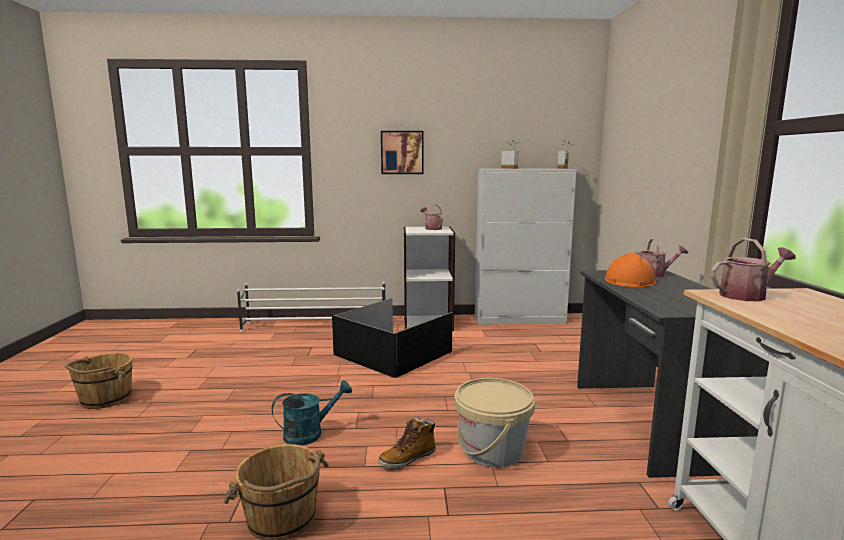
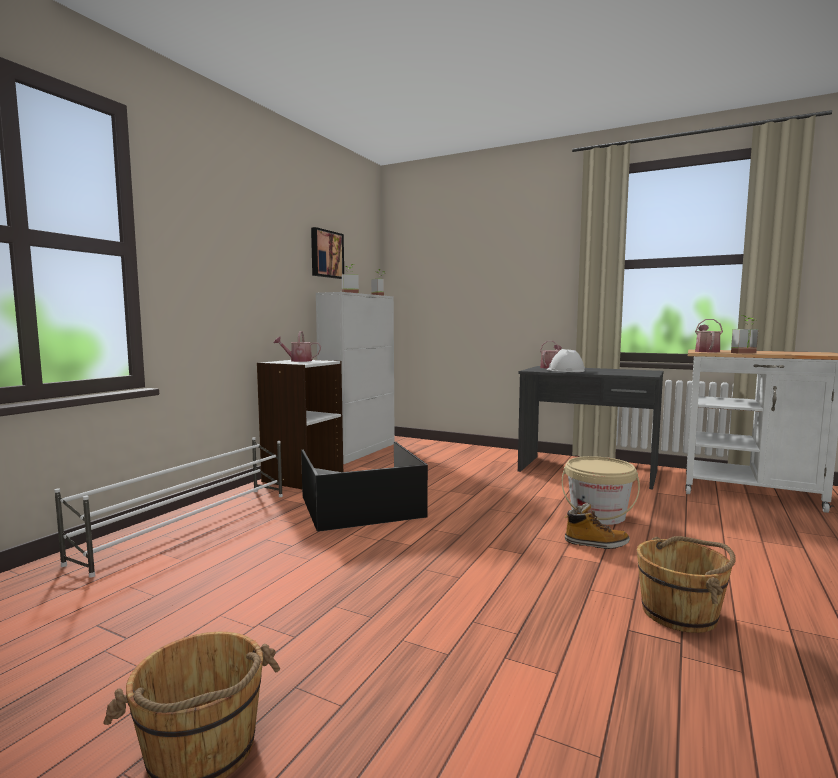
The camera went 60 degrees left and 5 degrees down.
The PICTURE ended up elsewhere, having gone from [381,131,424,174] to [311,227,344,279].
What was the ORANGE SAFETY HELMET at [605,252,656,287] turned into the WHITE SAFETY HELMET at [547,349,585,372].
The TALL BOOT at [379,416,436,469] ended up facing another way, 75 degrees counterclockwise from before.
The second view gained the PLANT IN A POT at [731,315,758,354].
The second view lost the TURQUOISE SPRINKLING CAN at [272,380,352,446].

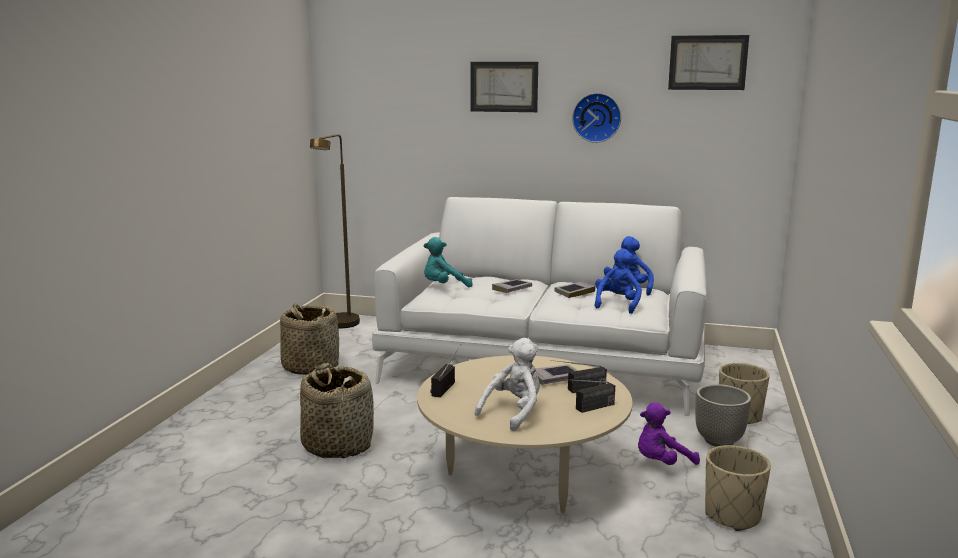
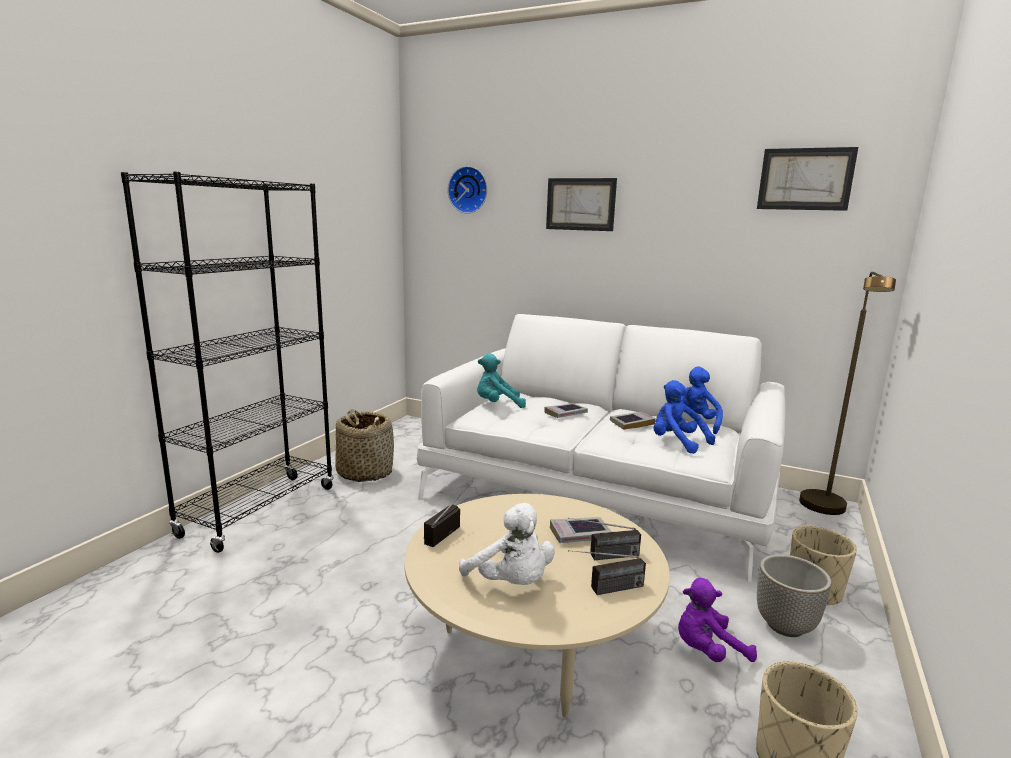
The camera went 10 degrees right and 0 degrees up.
The second view gained the BLACK BOOKSHELF at [121,172,334,553].
The HANGING CLOCK ended up elsewhere, having gone from [572,93,621,143] to [448,166,487,214].
The WHITE SOFT TOY at [475,338,540,431] ended up facing another way, 90 degrees clockwise from before.
The BLUE-COLOURED SOFT TOY at [594,249,642,314] ended up facing another way, 75 degrees counterclockwise from before.
The BROWNISH STANDING LAMP ended up elsewhere, having gone from [310,134,360,329] to [799,272,896,515].
The second view lost the BASKET at [300,363,374,458].

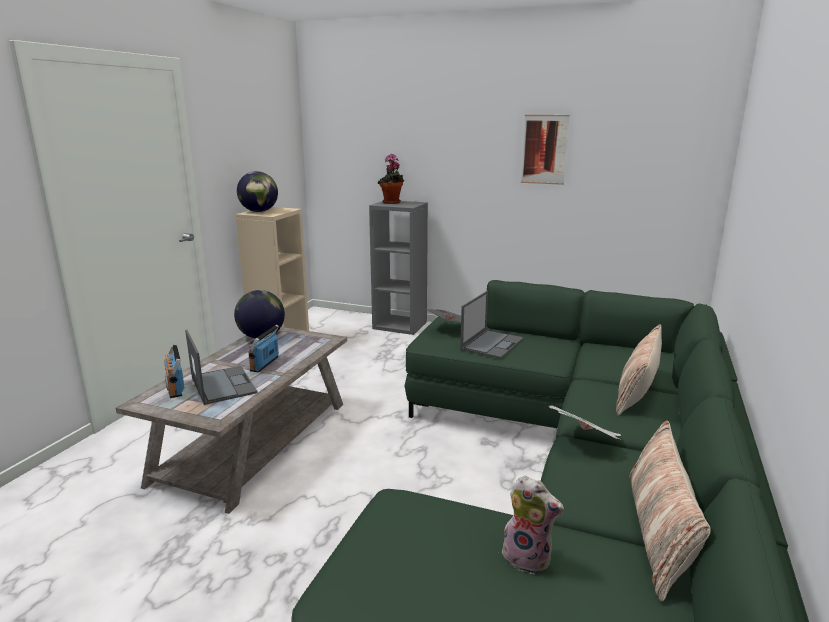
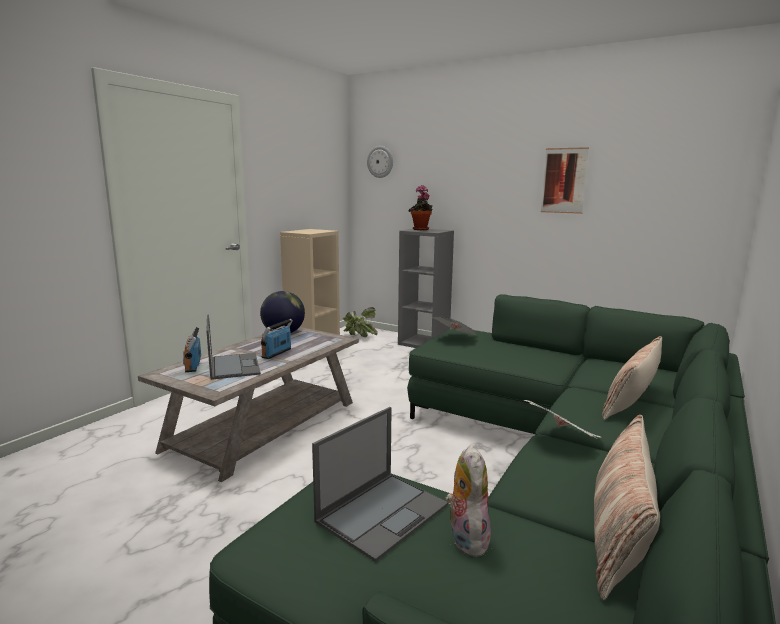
The camera went 10 degrees right and 5 degrees down.
The NOTEBOOK COMPUTER ended up elsewhere, having gone from [460,291,524,359] to [312,407,448,562].
The second view gained the PLANT IN A POT at [343,307,378,337].
The second view gained the HANGING CLOCK at [367,146,393,178].
The SOFT TOY at [502,475,564,575] ended up facing another way, 135 degrees counterclockwise from before.
The second view lost the DESK GLOBE at [237,171,278,212].

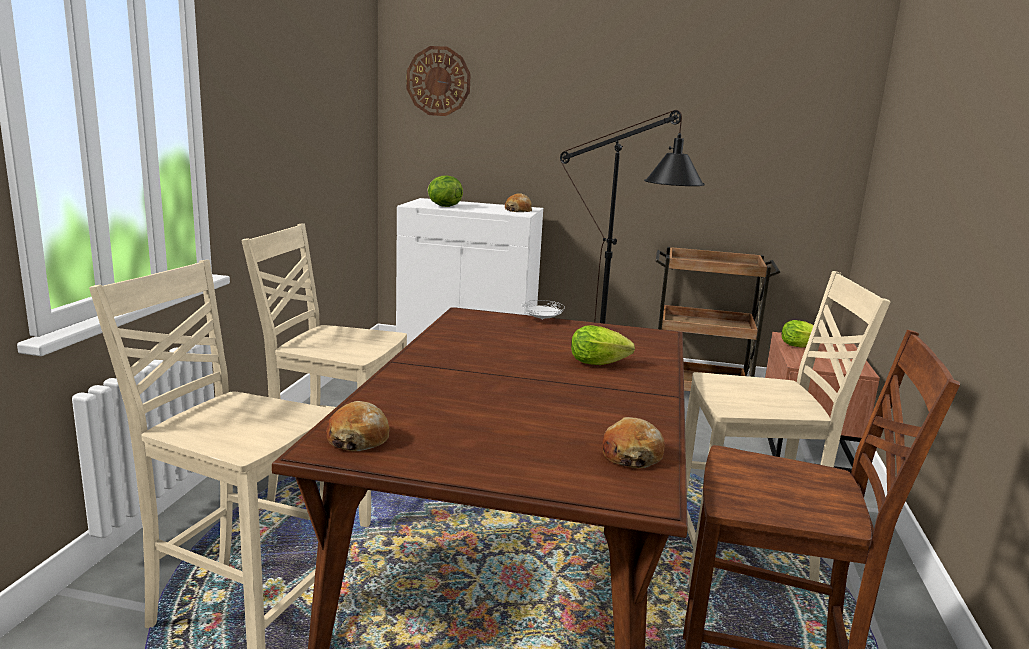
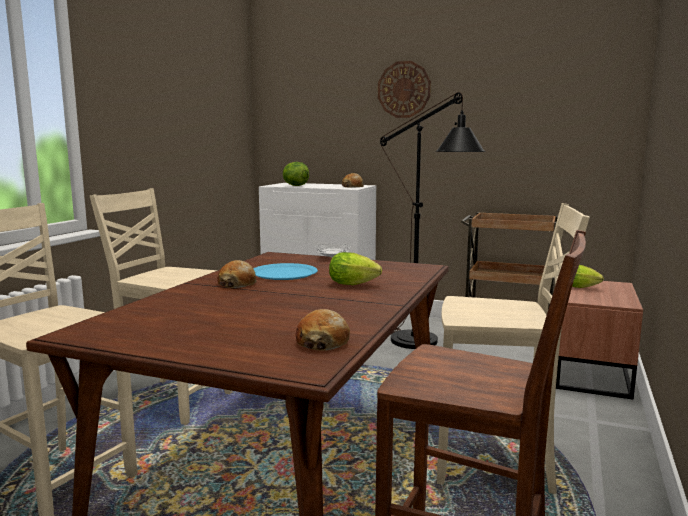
The camera went 10 degrees right and 5 degrees down.
The BREAD ended up elsewhere, having gone from [326,401,389,451] to [217,260,257,288].
The second view gained the BLUE-COLOURED FLAT DISH at [253,263,318,280].
The HANGING CLOCK ended up elsewhere, having gone from [406,46,470,116] to [378,61,431,118].

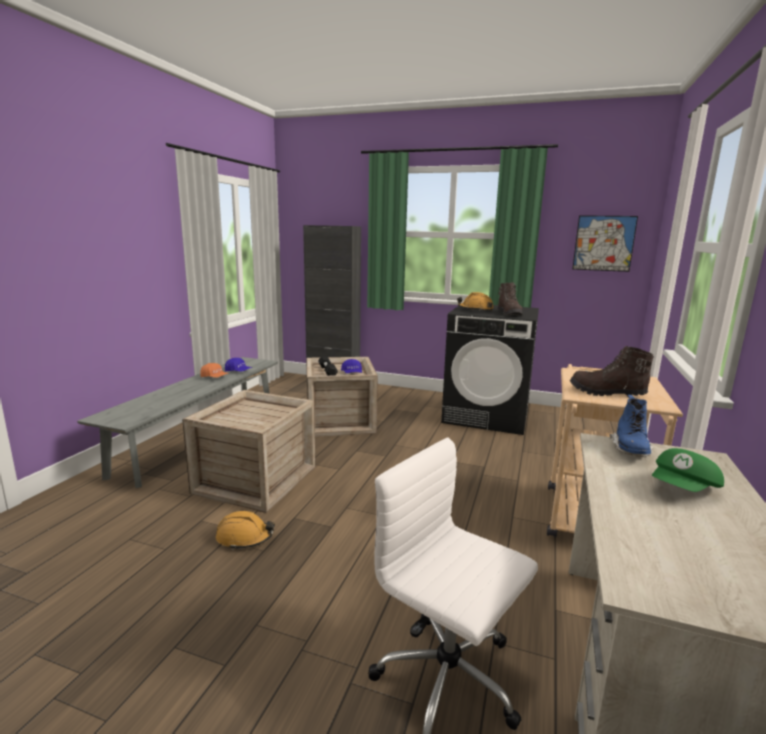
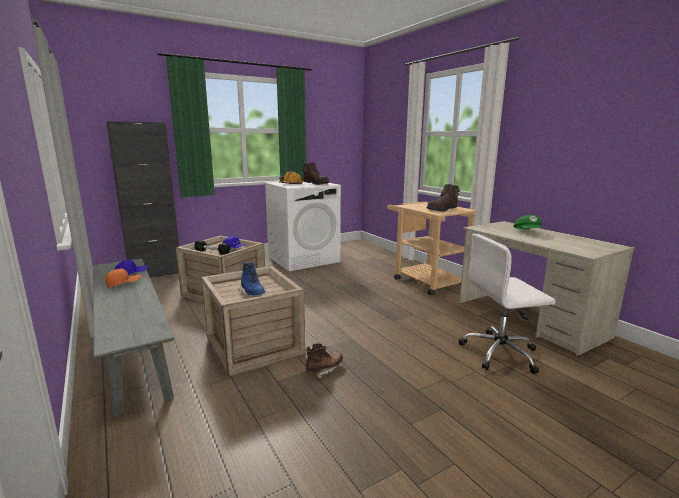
The camera went 50 degrees left and 0 degrees up.
The BLUE-COLOURED TALL BOOT ended up elsewhere, having gone from [609,395,653,457] to [239,262,265,297].
What was the BLACK WASHING MACHINE at [441,305,539,435] turned into the WHITE WASHING MACHINE at [265,181,341,271].
Where the ORANGE SAFETY HELMET stood at [216,511,275,550], the BROWNISH TALL BOOT came to stand at [306,343,343,379].
The second view lost the PICTURE at [572,215,638,272].

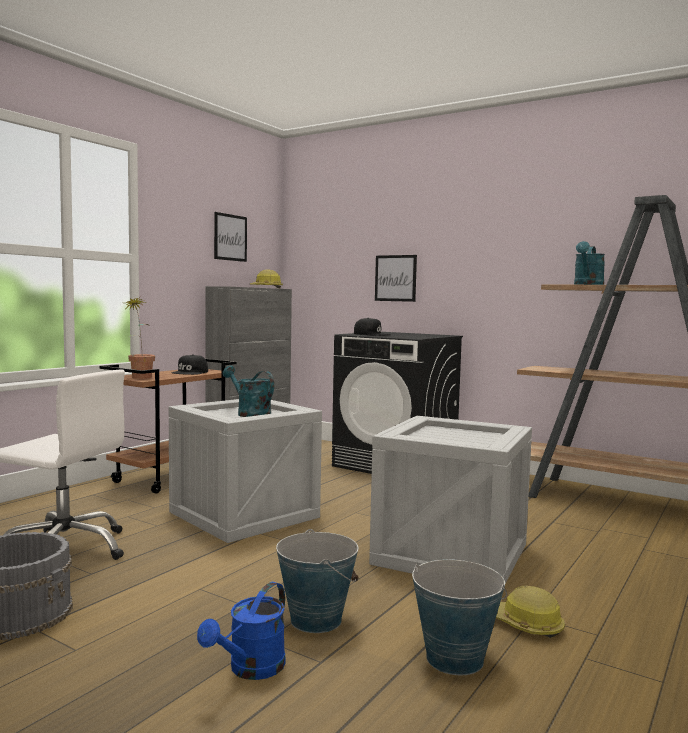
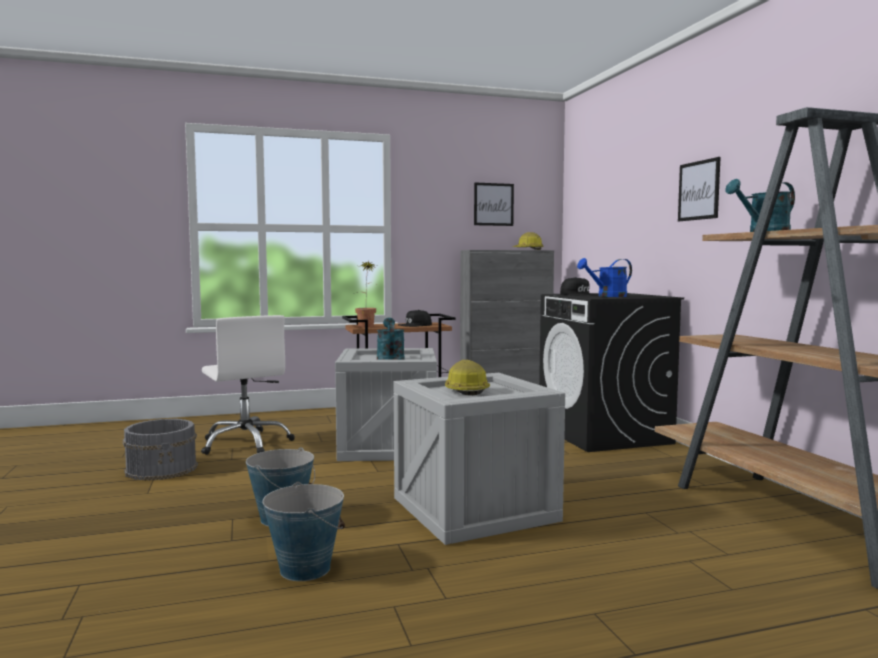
The camera went 40 degrees right and 0 degrees up.
The SAFETY HELMET ended up elsewhere, having gone from [496,586,565,638] to [445,360,490,395].
The BLUE-COLOURED SPRINKLING CAN ended up elsewhere, having gone from [197,582,286,680] to [577,258,632,297].
The PICTURE ended up elsewhere, having gone from [375,255,417,302] to [678,157,721,221].

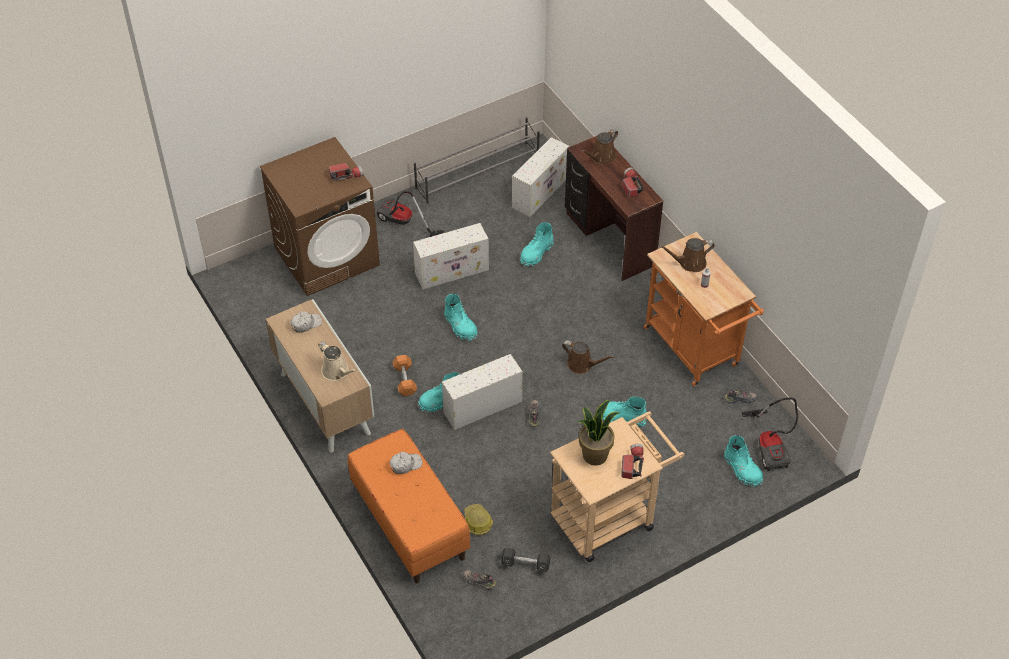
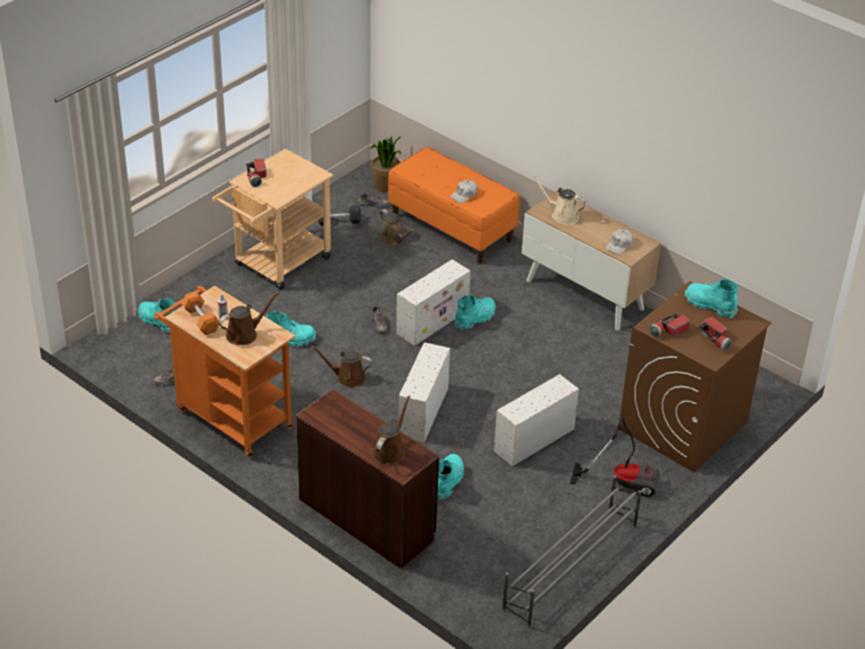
The camera went 160 degrees right and 10 degrees down.
The ORANGE DUMBBELL ended up elsewhere, having gone from [393,355,417,396] to [181,291,219,335].
The PLANT IN A POT ended up elsewhere, having gone from [577,399,620,466] to [370,136,402,192].
Where the SAFETY HELMET stood at [464,504,493,535], the BROWNISH SPRINKLING CAN came to stand at [380,209,415,246].
The WHITE STORAGE BOX ended up elsewhere, having gone from [512,137,569,217] to [398,342,450,443].
The TURQUOISE TALL BOOT ended up elsewhere, having gone from [444,294,477,341] to [685,279,739,319].
The FLASHLIGHT ended up elsewhere, having gone from [622,167,644,197] to [697,317,731,351].
The second view lost the VACUUM CLEANER at [741,398,798,471].

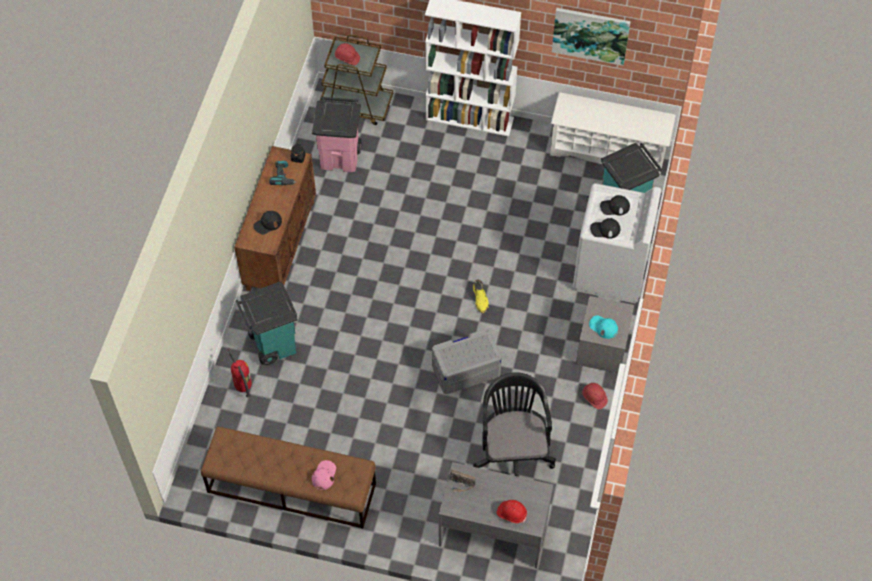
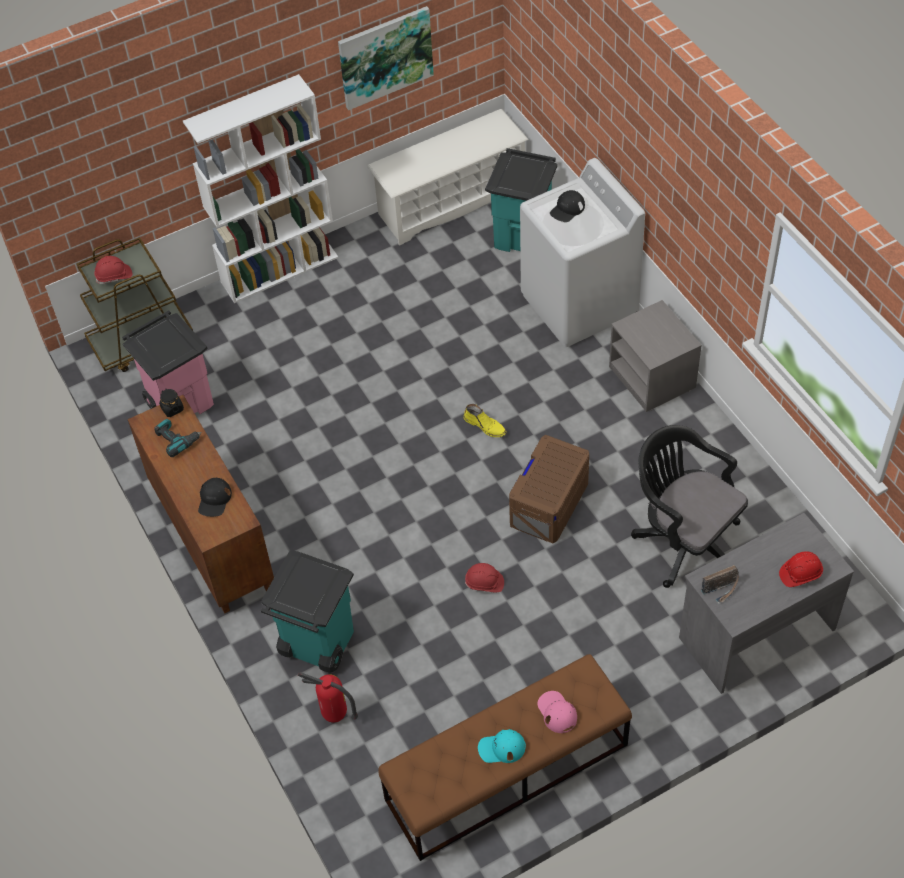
The camera went 40 degrees left and 5 degrees down.
The REDDISH SAFETY HELMET ended up elsewhere, having gone from [582,383,608,409] to [465,563,504,592].
The TURQUOISE PEAKED CAP ended up elsewhere, having gone from [589,315,618,339] to [478,729,526,763].
What was the GRAY STORAGE BOX at [432,329,502,394] turned into the BROWNISH STORAGE BOX at [509,435,589,543].
The second view lost the BLACK PEAKED CAP at [590,218,621,239].

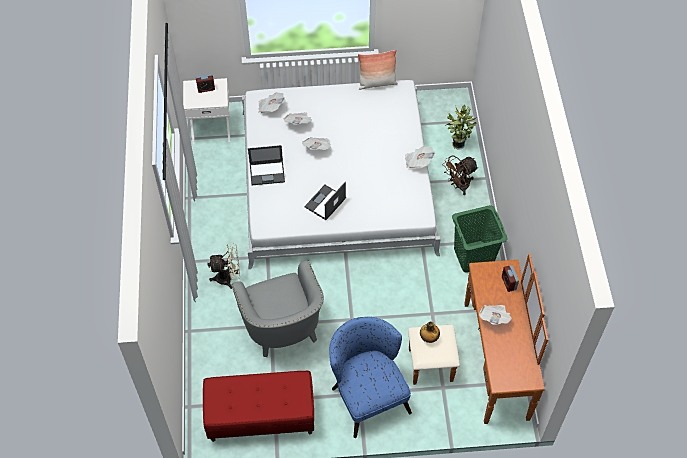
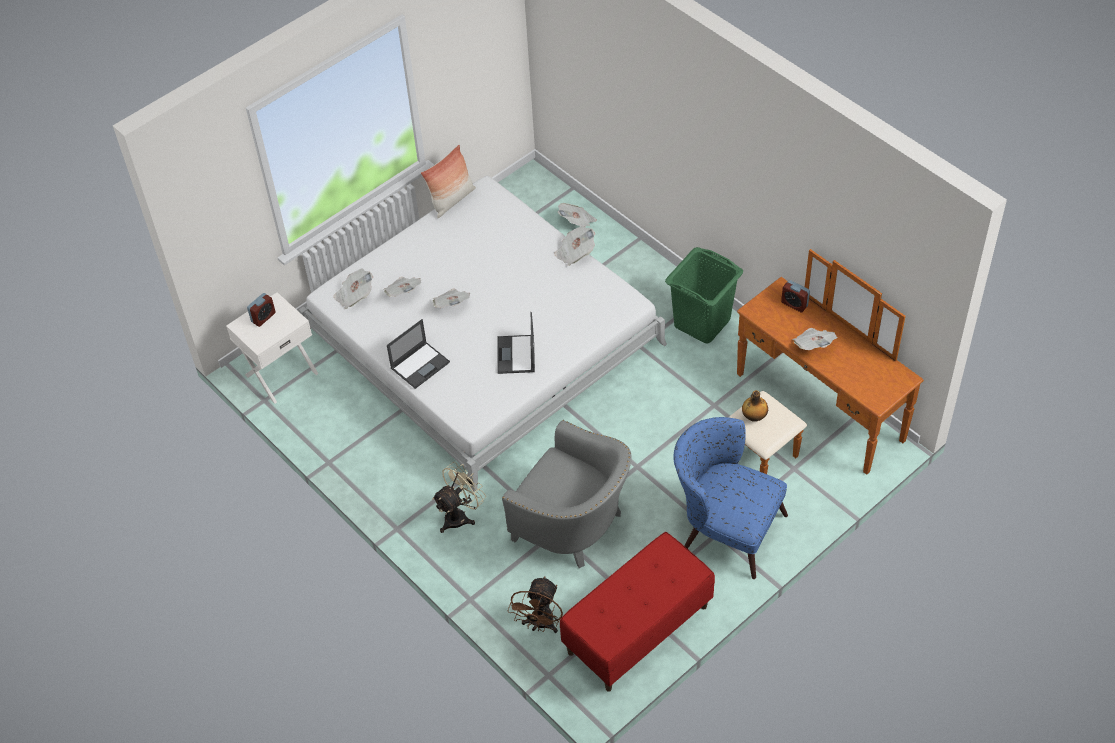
The camera went 35 degrees left and 5 degrees down.
The BROWNISH FAN ended up elsewhere, having gone from [442,156,479,195] to [508,576,563,633].
Where the PLANT IN A POT stood at [446,105,477,150], the NEWSPAPER came to stand at [558,203,597,227].

